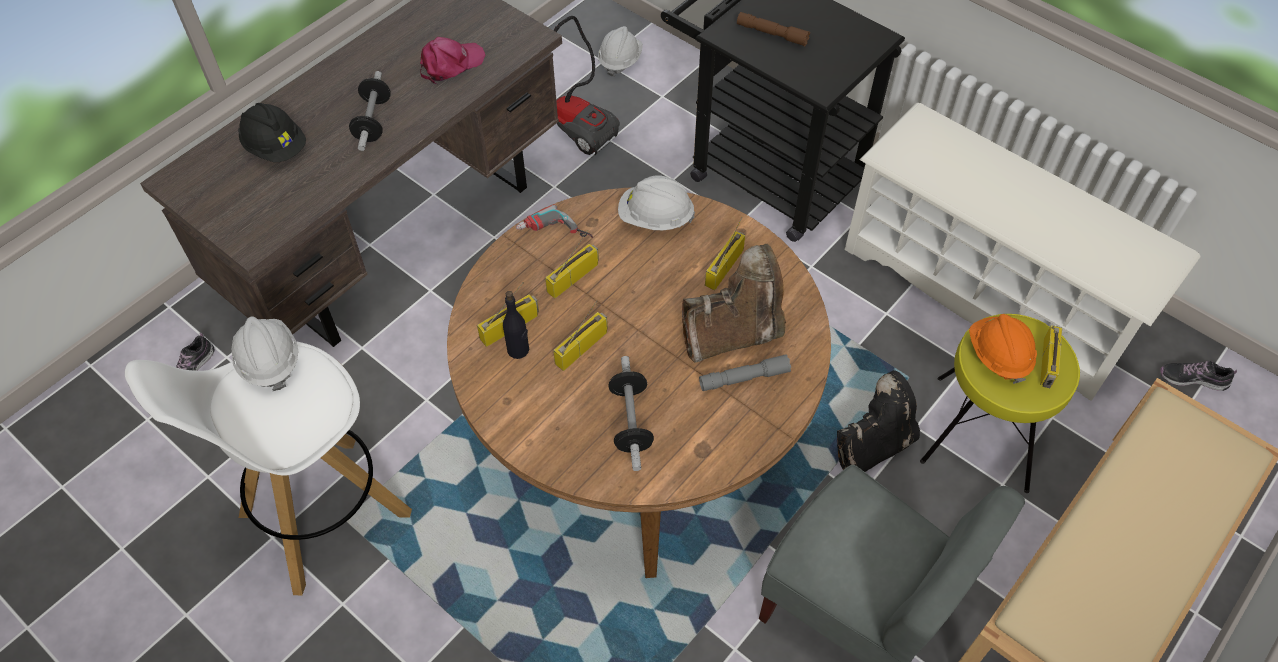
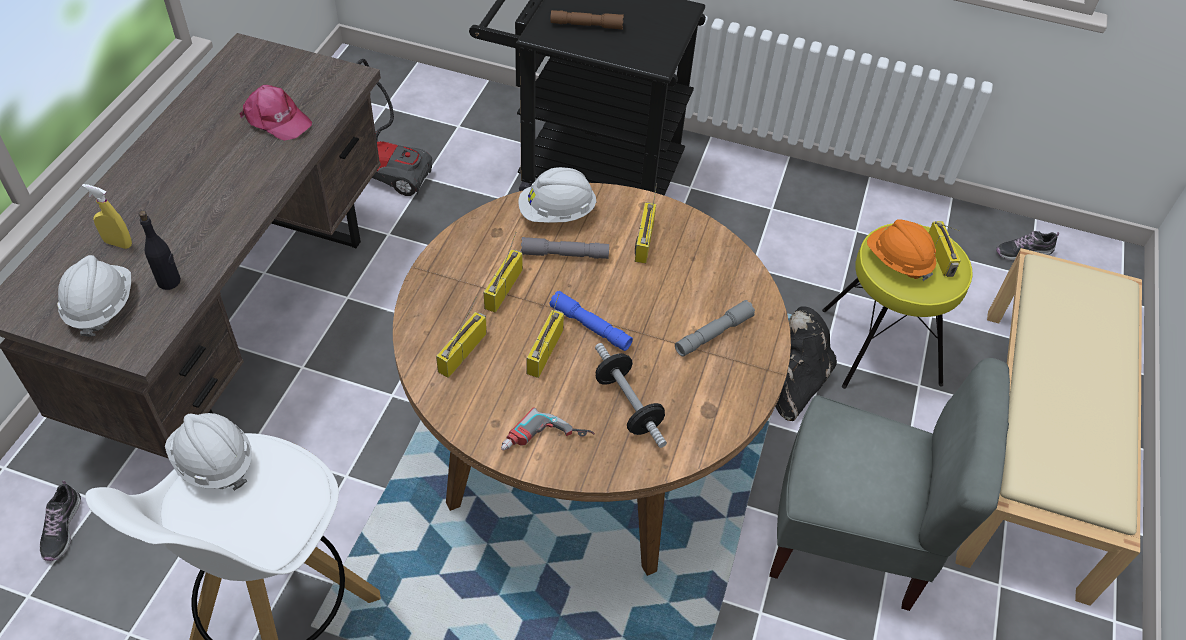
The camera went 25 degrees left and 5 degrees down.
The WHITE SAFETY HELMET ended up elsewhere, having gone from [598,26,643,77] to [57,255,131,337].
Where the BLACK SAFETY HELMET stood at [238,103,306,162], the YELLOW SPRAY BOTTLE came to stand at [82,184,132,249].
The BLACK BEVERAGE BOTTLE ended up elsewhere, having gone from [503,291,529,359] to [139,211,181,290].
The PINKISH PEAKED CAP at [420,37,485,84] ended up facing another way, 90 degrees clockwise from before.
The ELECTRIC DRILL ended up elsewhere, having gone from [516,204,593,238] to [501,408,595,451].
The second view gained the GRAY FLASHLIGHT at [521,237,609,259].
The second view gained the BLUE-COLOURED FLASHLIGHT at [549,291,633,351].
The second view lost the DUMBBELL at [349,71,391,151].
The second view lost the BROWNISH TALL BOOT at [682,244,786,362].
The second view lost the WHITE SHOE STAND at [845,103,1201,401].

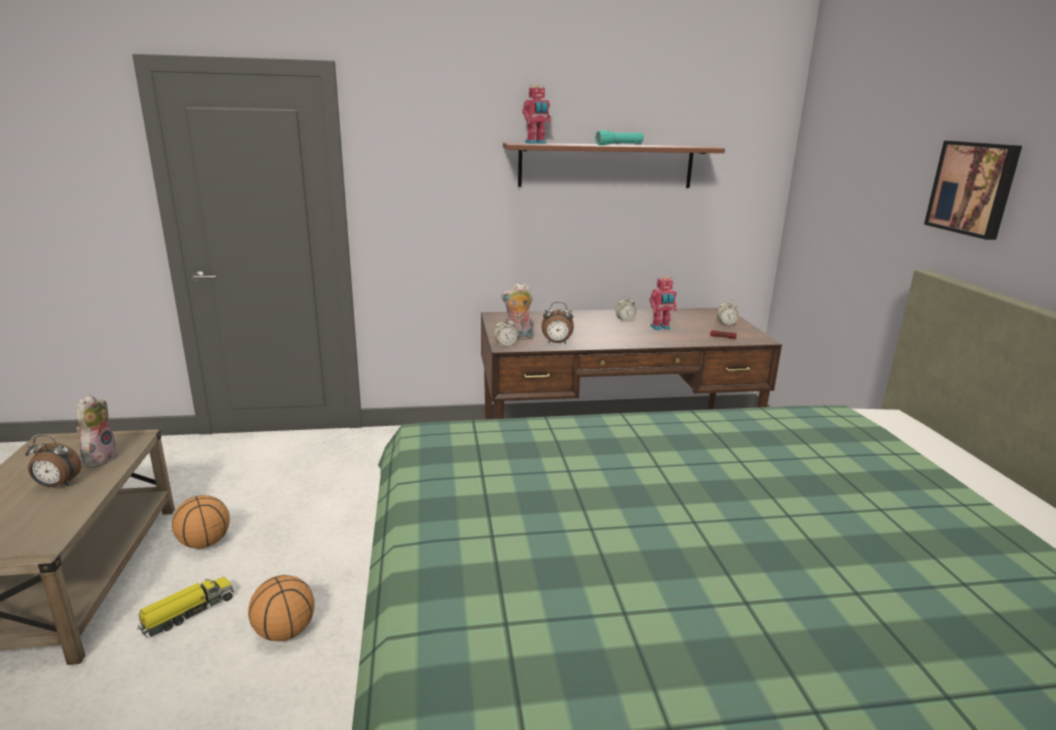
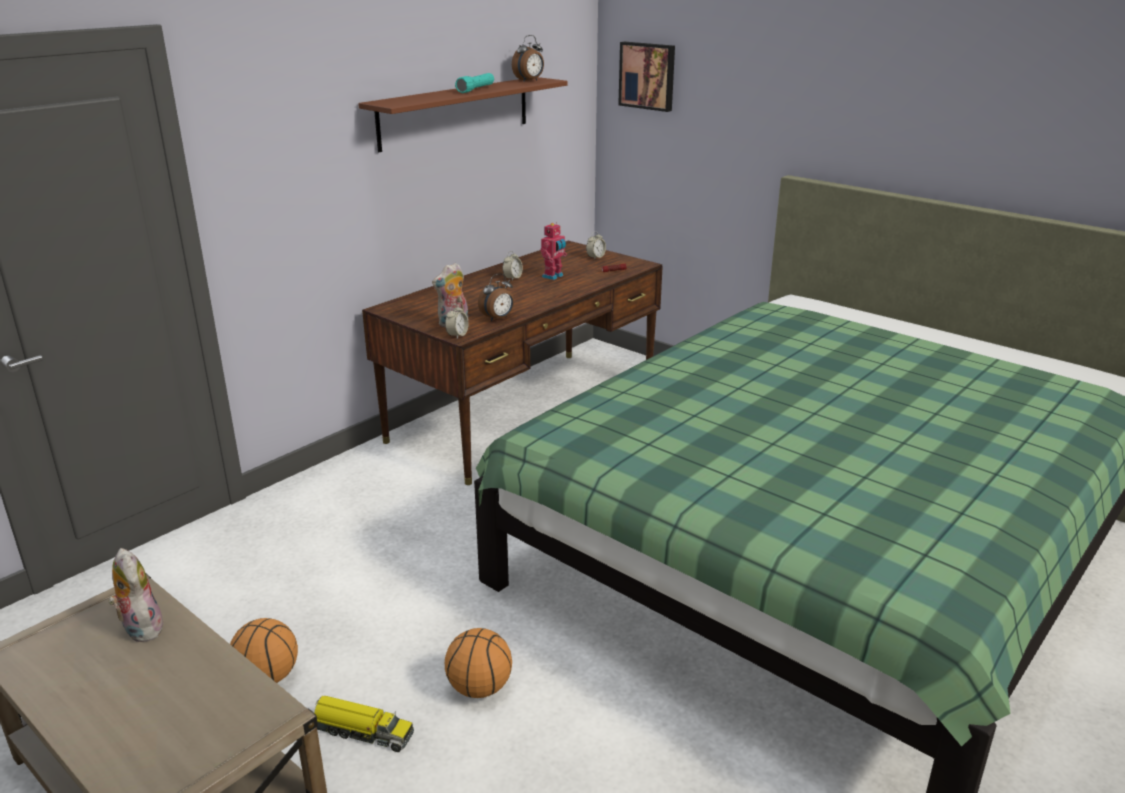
The camera went 40 degrees left and 5 degrees up.
The TOY TRUCK at [137,577,234,638] ended up facing another way, 105 degrees clockwise from before.
The BEDSIDE CLOCK ended up elsewhere, having gone from [25,435,81,487] to [512,35,544,82].
The PICTURE ended up elsewhere, having gone from [924,141,1022,240] to [618,42,675,112].
The second view lost the MODEL ROBOT at [522,85,551,144].

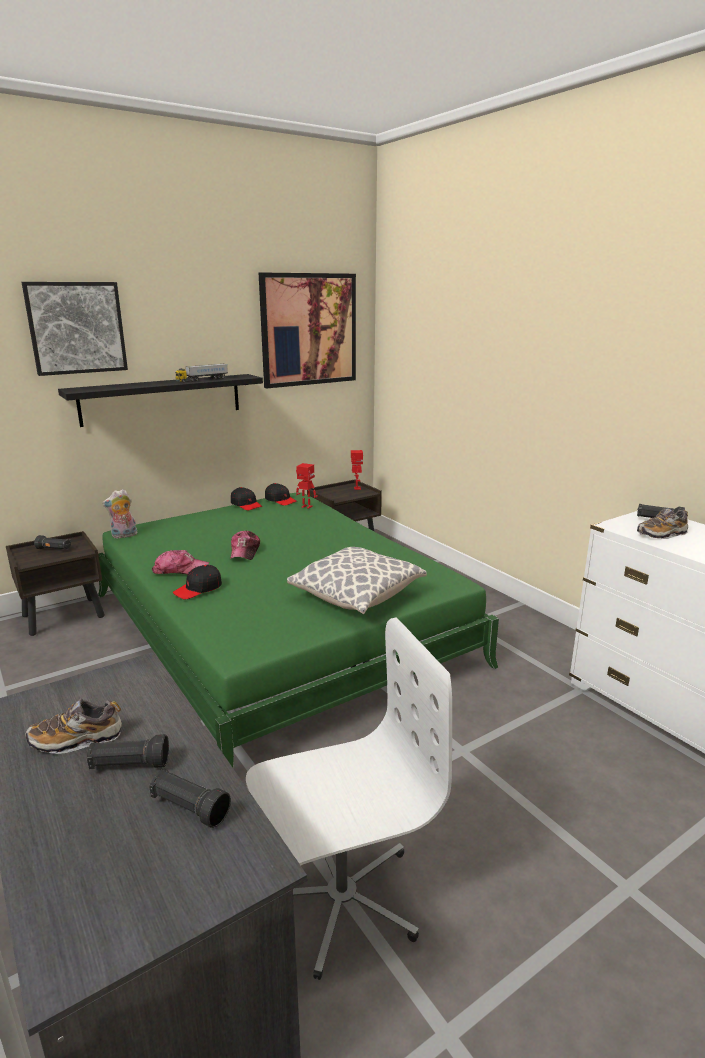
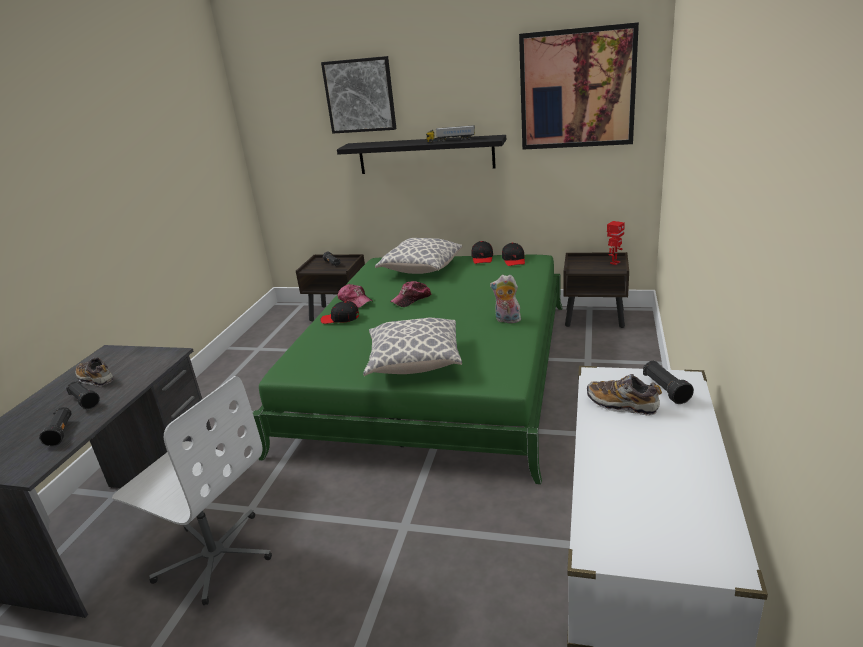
The camera went 50 degrees right and 5 degrees up.
The second view gained the THROW PILLOW at [375,238,462,274].
The SOFT TOY ended up elsewhere, having gone from [102,489,137,538] to [490,275,521,323].
The second view lost the MODEL ROBOT at [296,463,318,509].

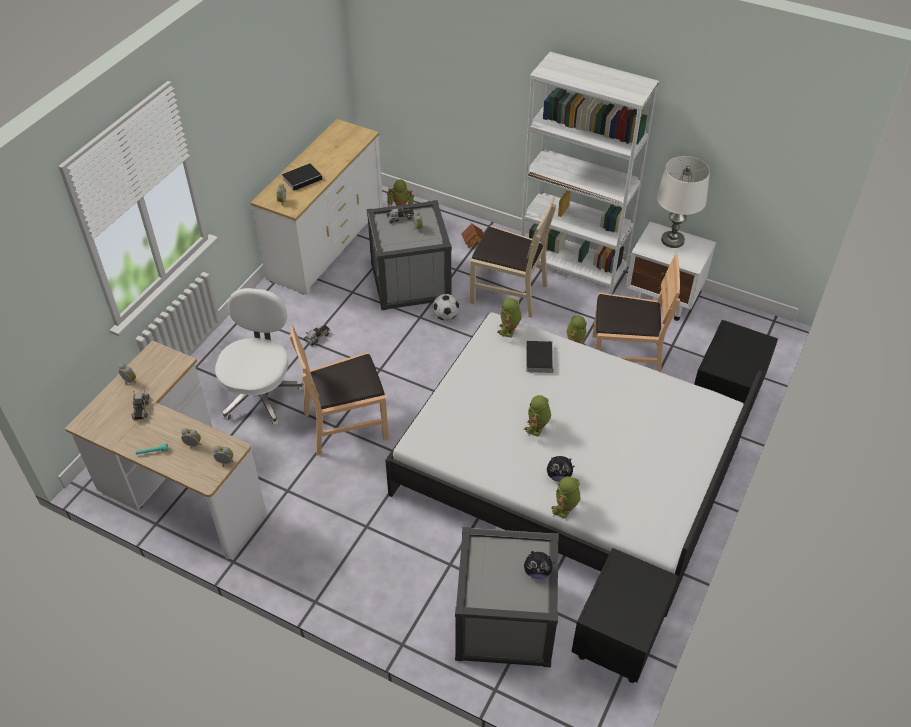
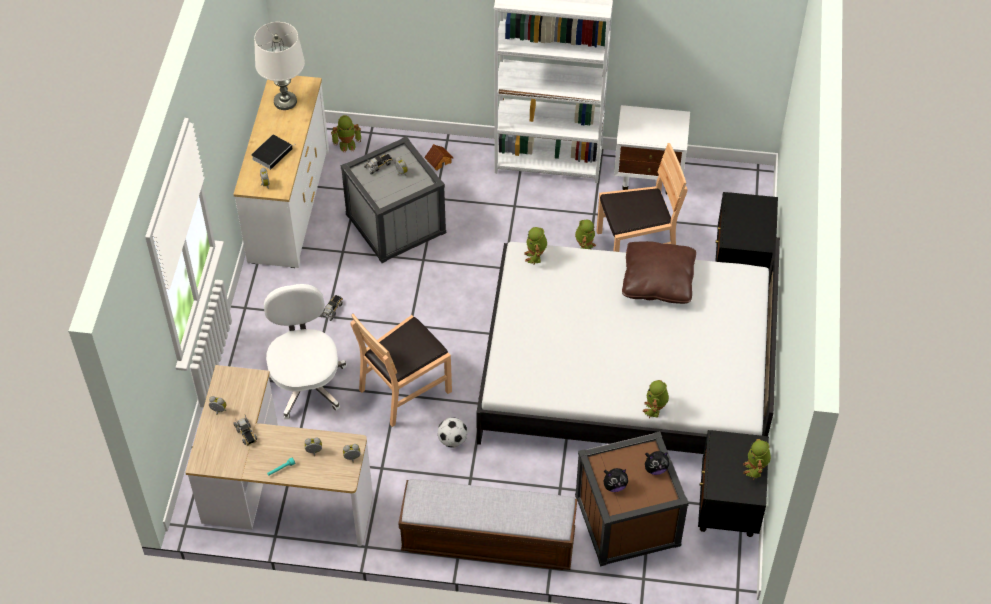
The camera went 20 degrees left and 5 degrees up.
The WHITE TABLETOP LAMP ended up elsewhere, having gone from [657,156,710,248] to [254,22,305,110].
The second view gained the INDOOR BENCH at [398,479,577,570].
The FOOTBALL ended up elsewhere, having gone from [433,294,459,321] to [438,417,467,447].
What was the GRAY STORAGE BOX at [455,527,559,667] turned into the BROWNISH STORAGE BOX at [575,431,689,567].
The SOFT TOY ended up elsewhere, having gone from [547,456,575,482] to [604,468,628,492].
The second view gained the BROWNISH THROW PILLOW at [622,241,696,304].
The MODEL ROBOT ended up elsewhere, having gone from [524,395,551,437] to [743,439,771,480].
The second view lost the SAND-COLOURED CHAIR at [470,197,556,318].
The second view lost the VOLUME at [526,341,553,373].

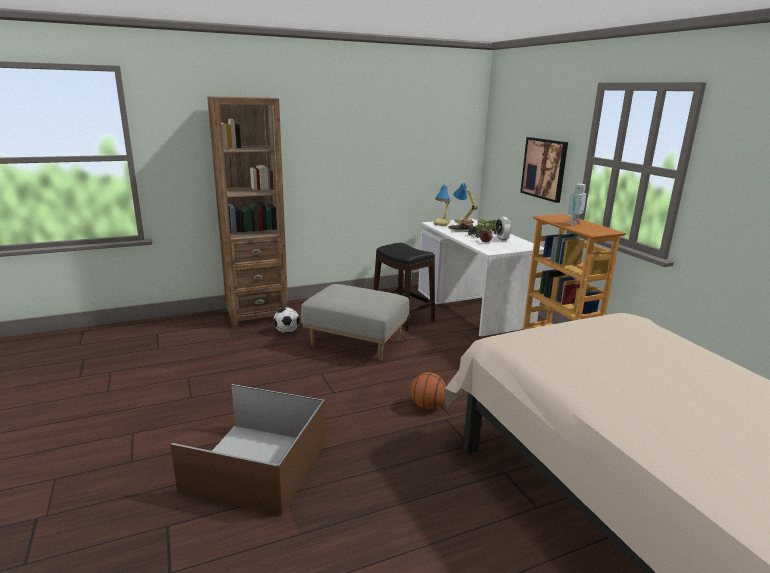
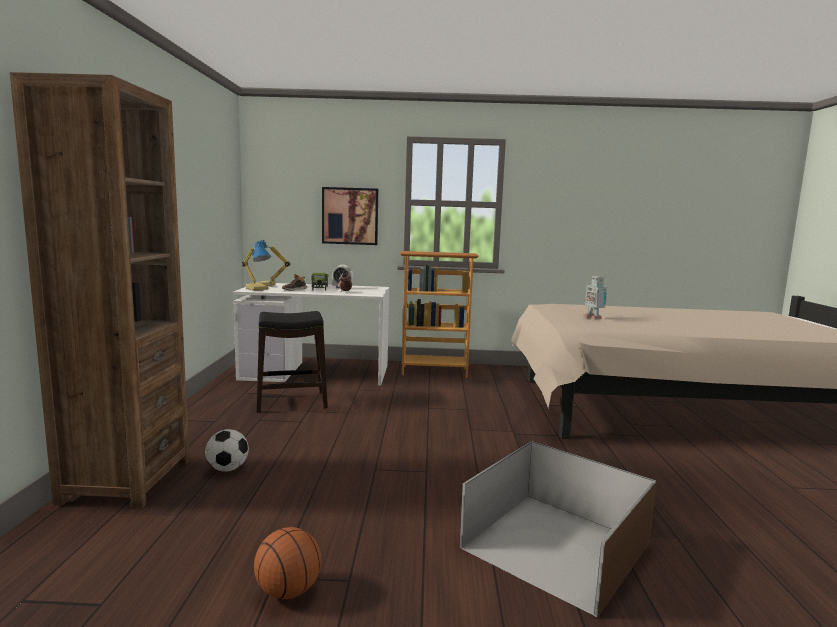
The camera went 65 degrees left and 10 degrees down.
The BALL FOR BASKETBALL ended up elsewhere, having gone from [410,372,446,409] to [254,527,321,599].
The MODEL ROBOT ended up elsewhere, having gone from [566,183,587,225] to [585,276,607,320].
The second view lost the GRAY FOOTREST at [301,284,409,361].

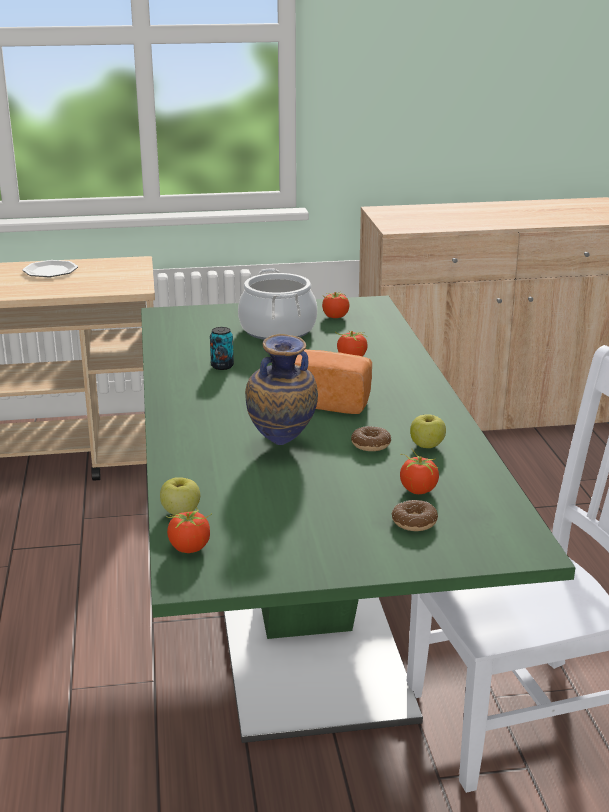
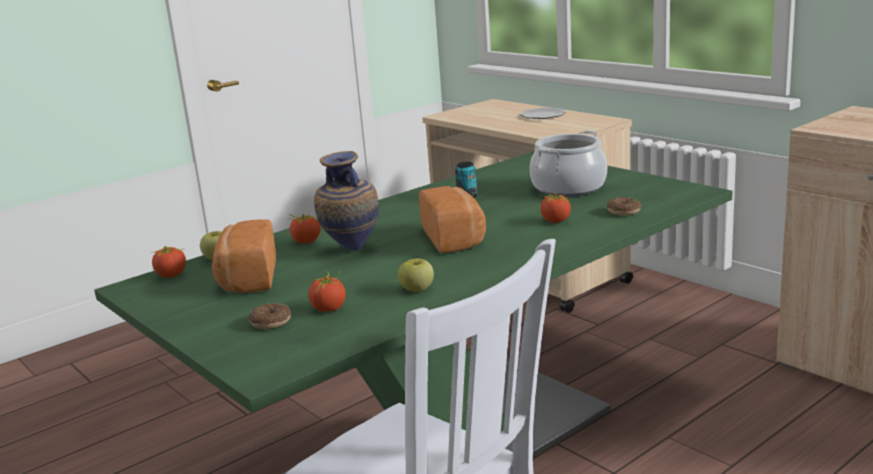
The camera went 60 degrees right and 5 degrees down.
The second view gained the BREAD at [212,219,276,293].
The FRESH TOMATO ended up elsewhere, having gone from [322,291,349,318] to [287,214,321,244].
The DOUGHNUT ended up elsewhere, having gone from [351,426,391,451] to [607,197,641,216].

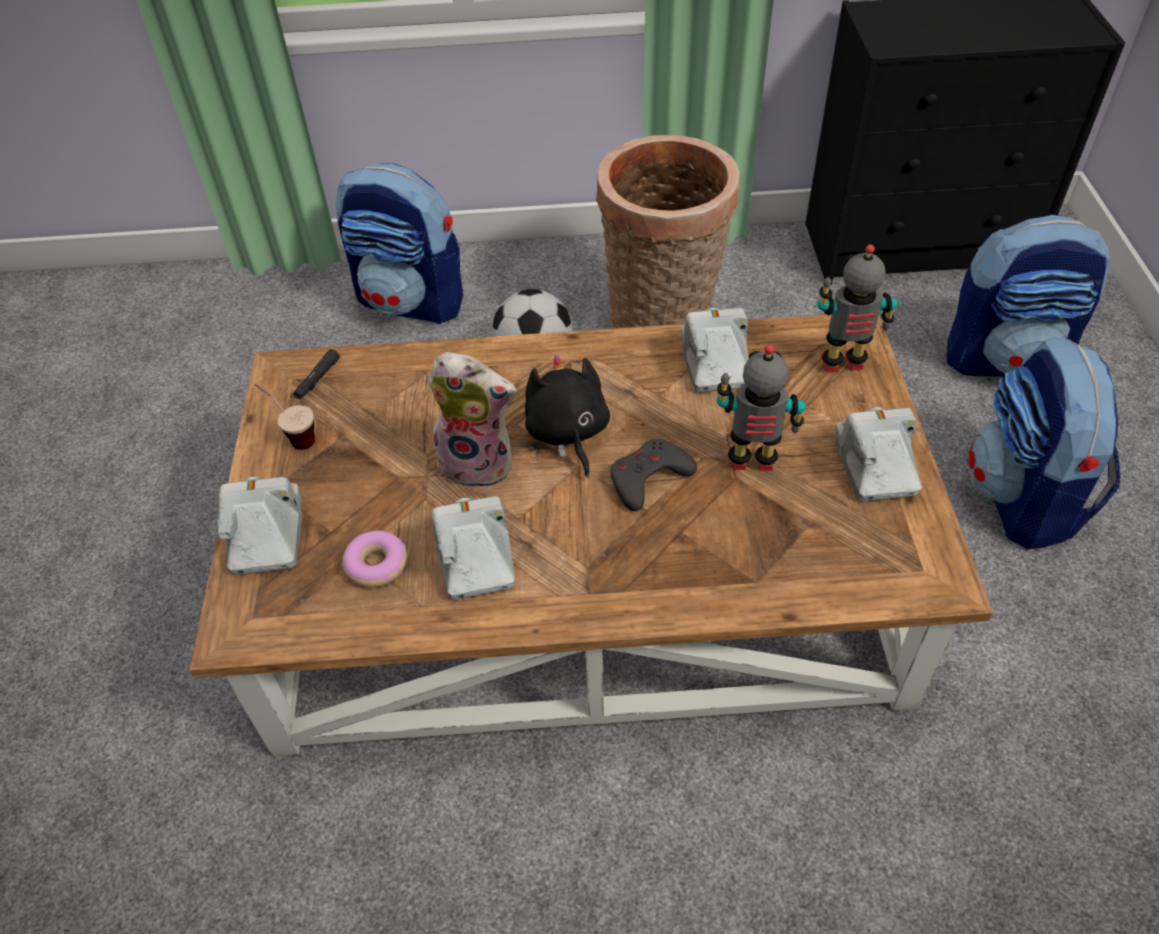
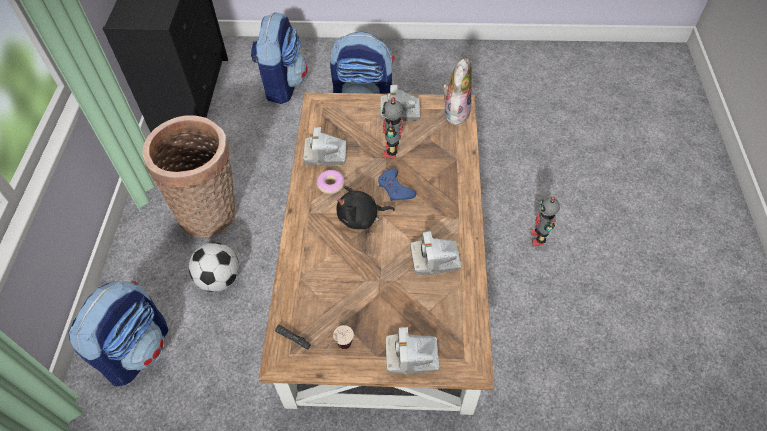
The camera went 85 degrees left and 5 degrees up.
The DOUGHNUT ended up elsewhere, having gone from [342,530,407,587] to [316,170,345,194].
What was the GRAY JOYPAD at [610,439,697,511] turned into the BLUE-COLOURED JOYPAD at [378,168,416,201].
The SOFT TOY ended up elsewhere, having gone from [428,352,517,488] to [443,58,472,126].
The MODEL ROBOT ended up elsewhere, having gone from [817,244,897,373] to [531,197,560,245].

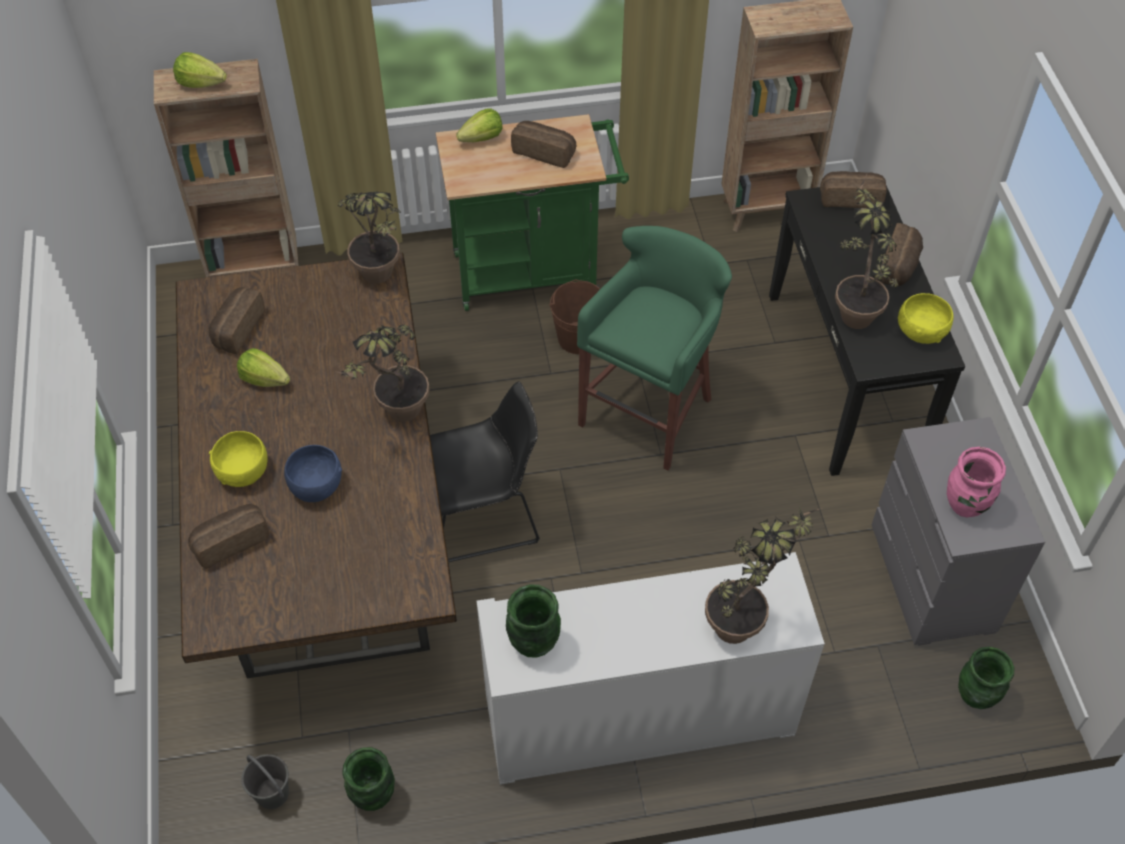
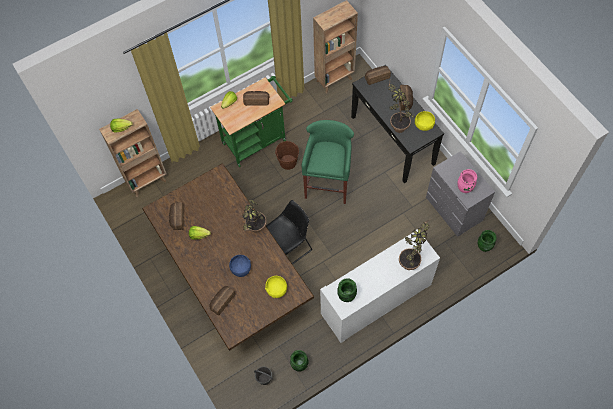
The camera went 20 degrees left and 10 degrees up.
The YELLOW SERVING BOWL ended up elsewhere, having gone from [209,431,268,487] to [265,276,287,298].
The second view lost the PLANT IN A POT at [338,192,401,284].

